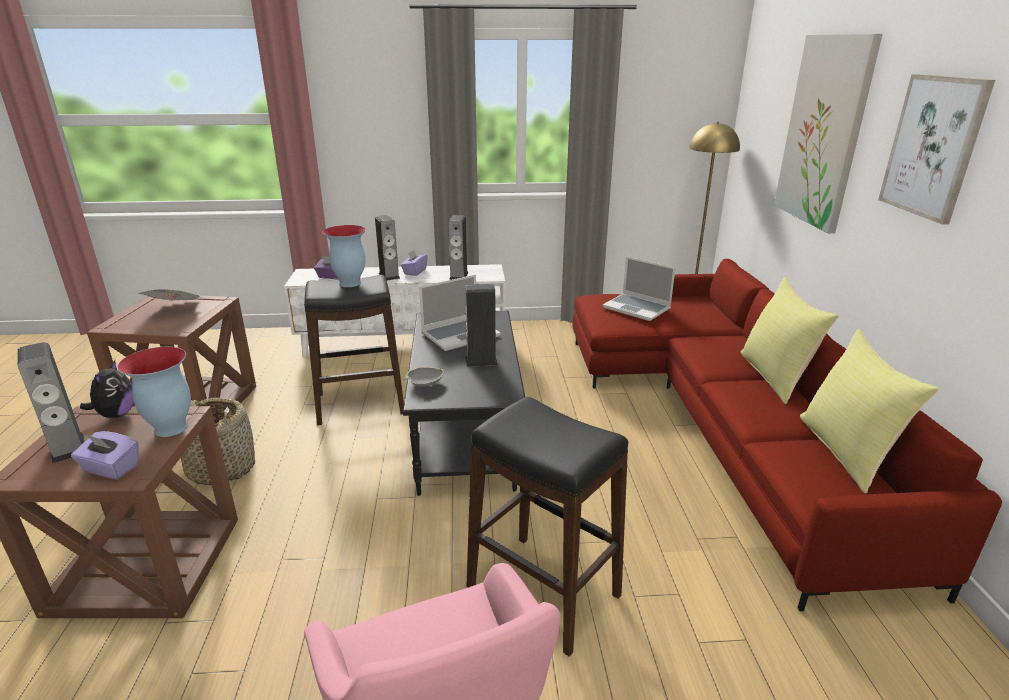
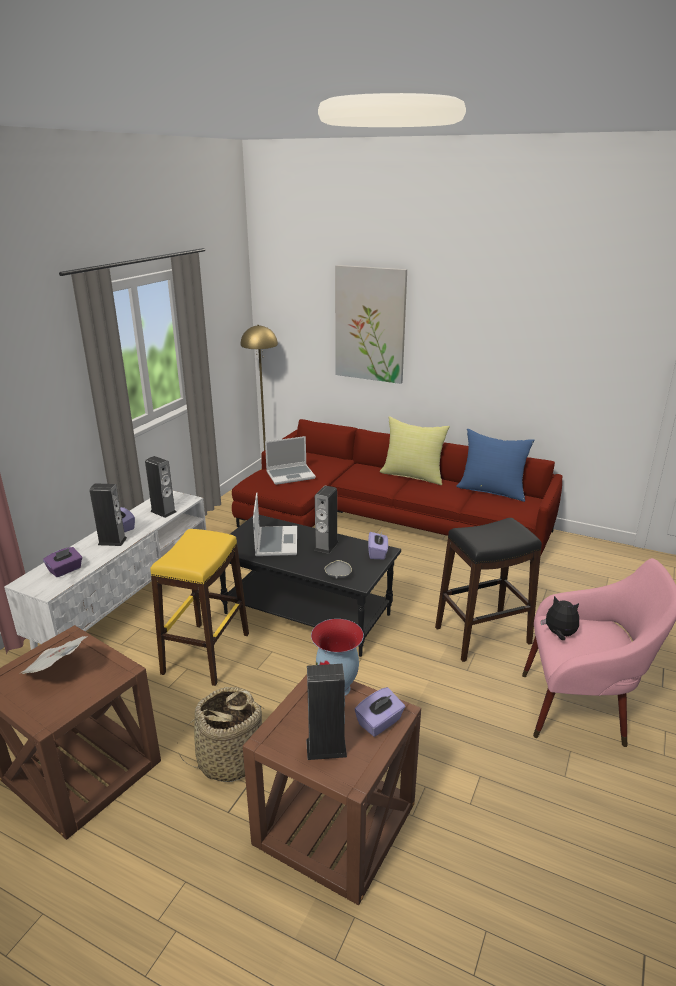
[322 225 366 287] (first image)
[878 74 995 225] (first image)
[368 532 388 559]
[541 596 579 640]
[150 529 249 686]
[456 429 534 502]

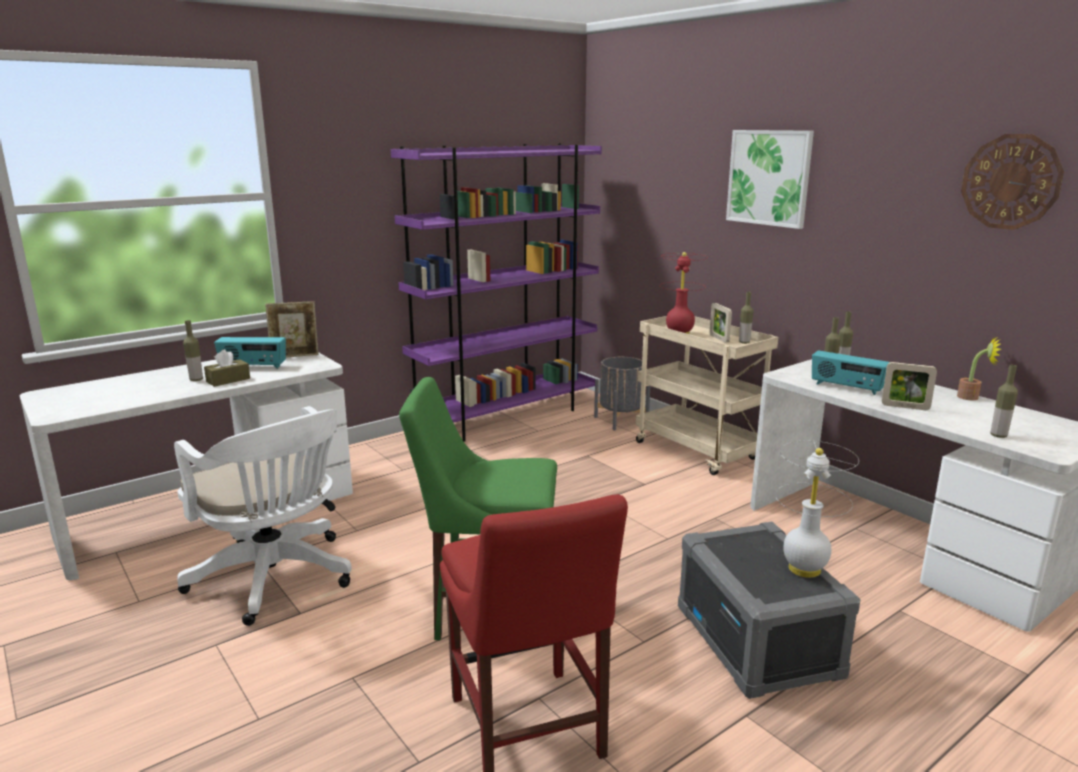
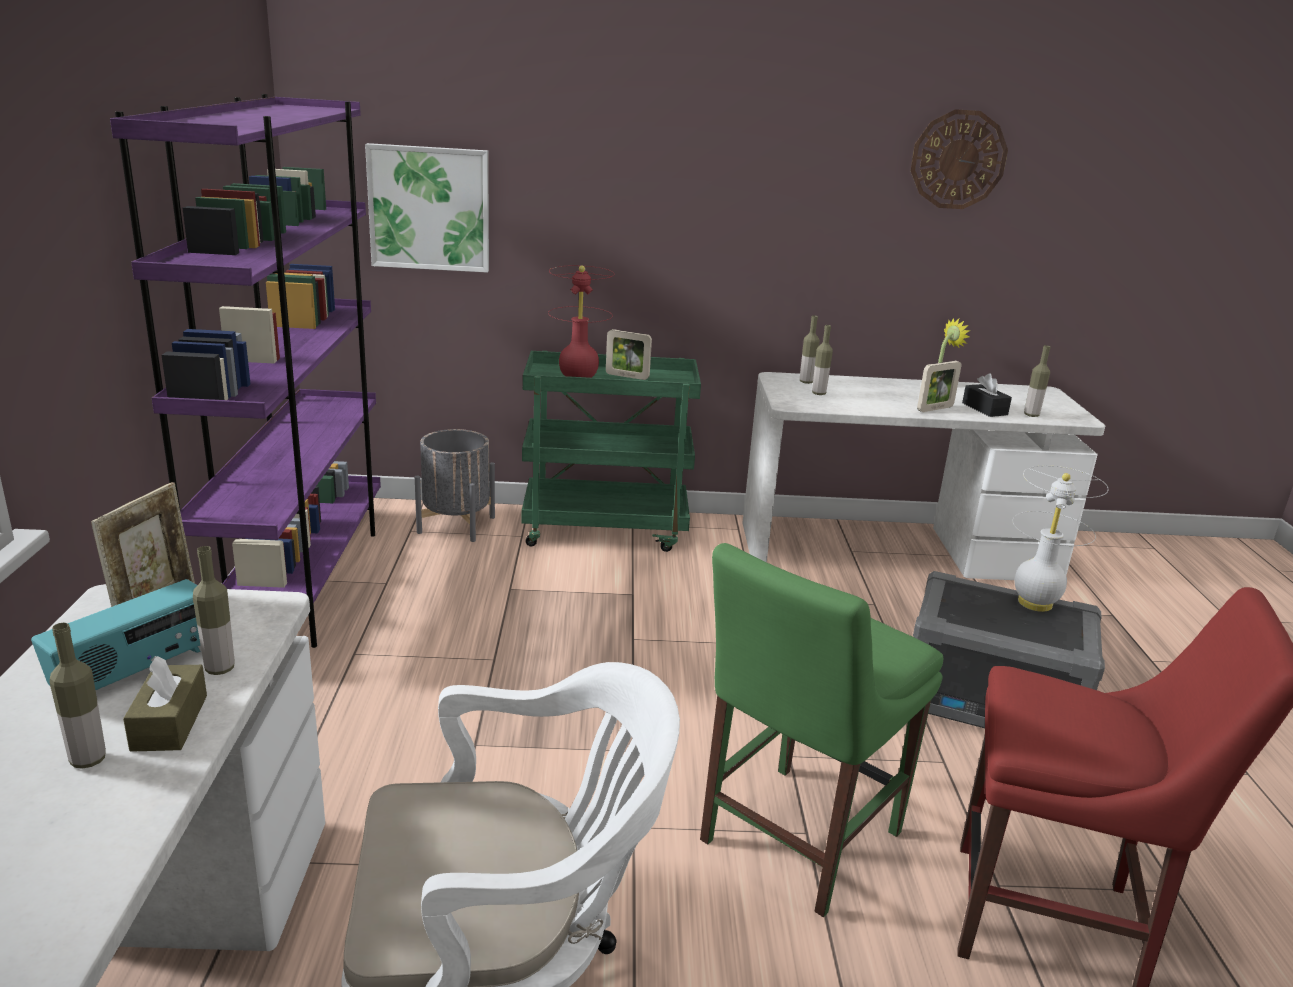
[812 350 889 395] (first image)
[962 373 1012 417]
[365 143 489 273]
[193 546 234 675]
[522 351 701 552]

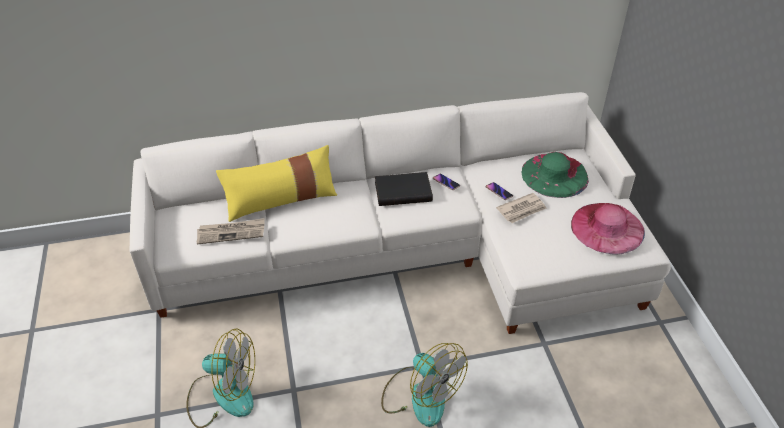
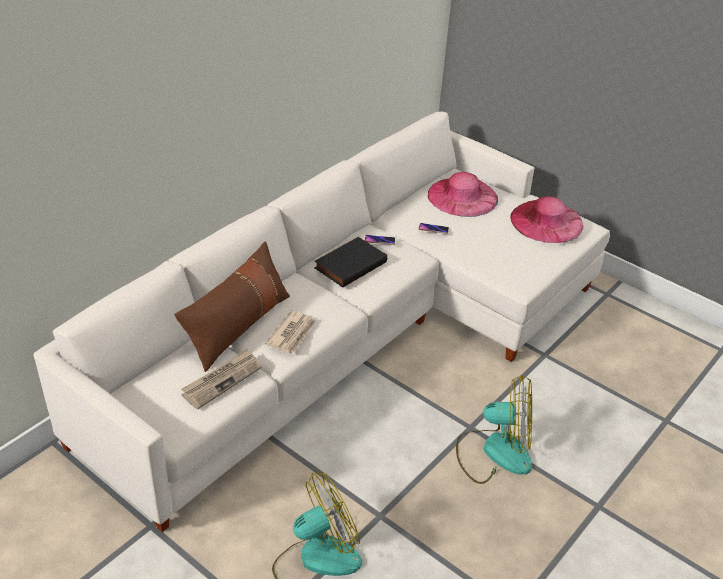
[265 310 316 353]
[174 242 290 372]
[428 172 498 217]

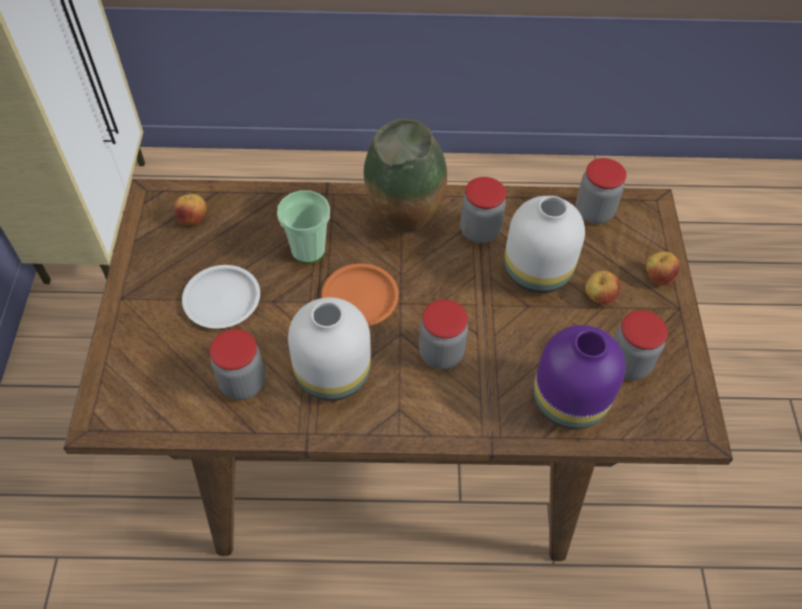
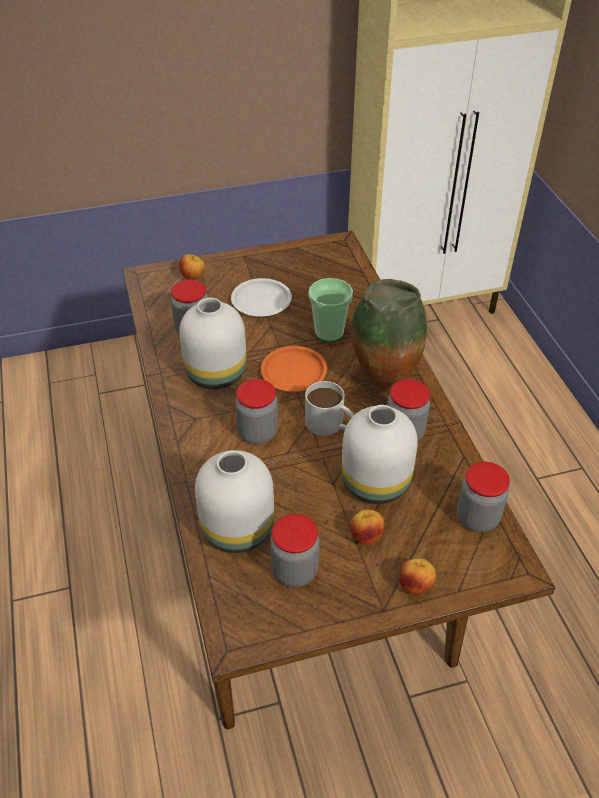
[305 381 354 435]
[179 254 205 280]
[195 450 274 553]

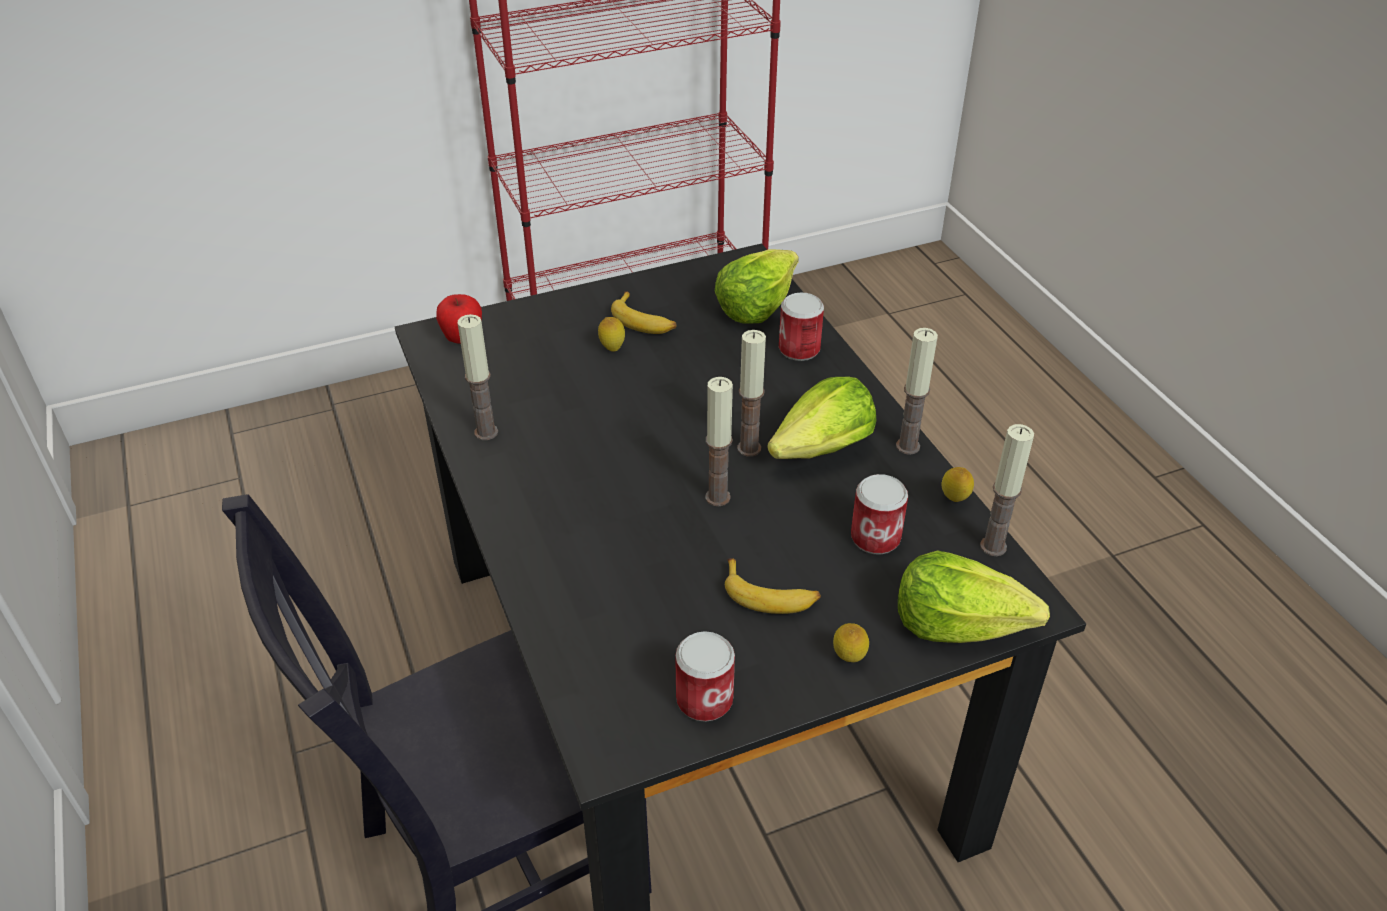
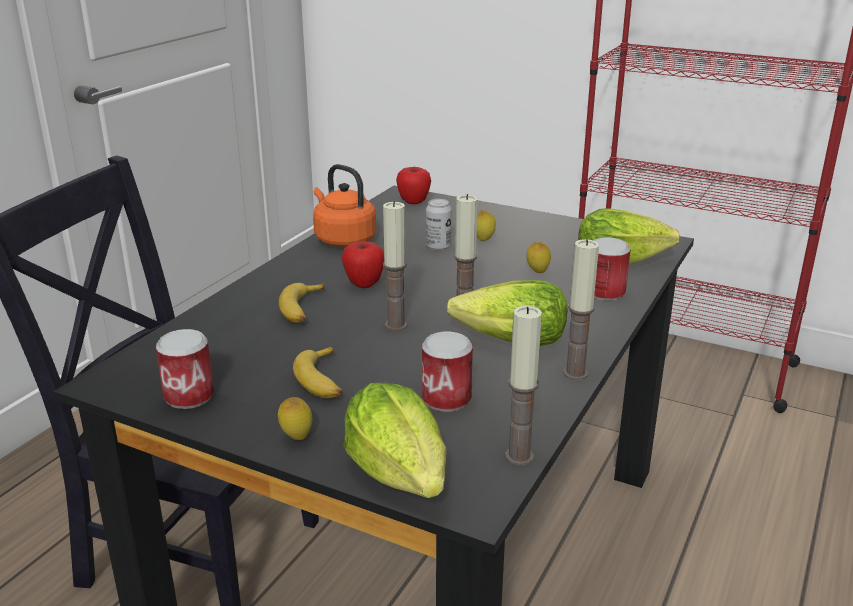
[341 241 384 288]
[426 199 452 250]
[279 283 324 323]
[526 242 551 273]
[313 164 376 247]

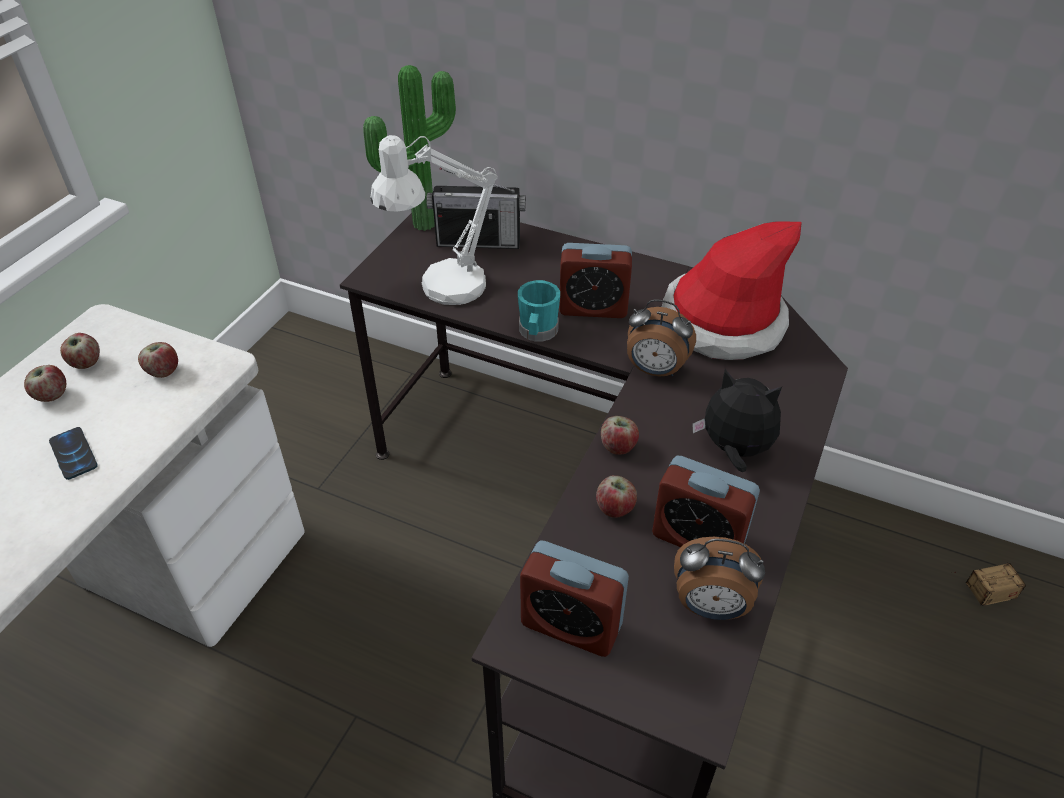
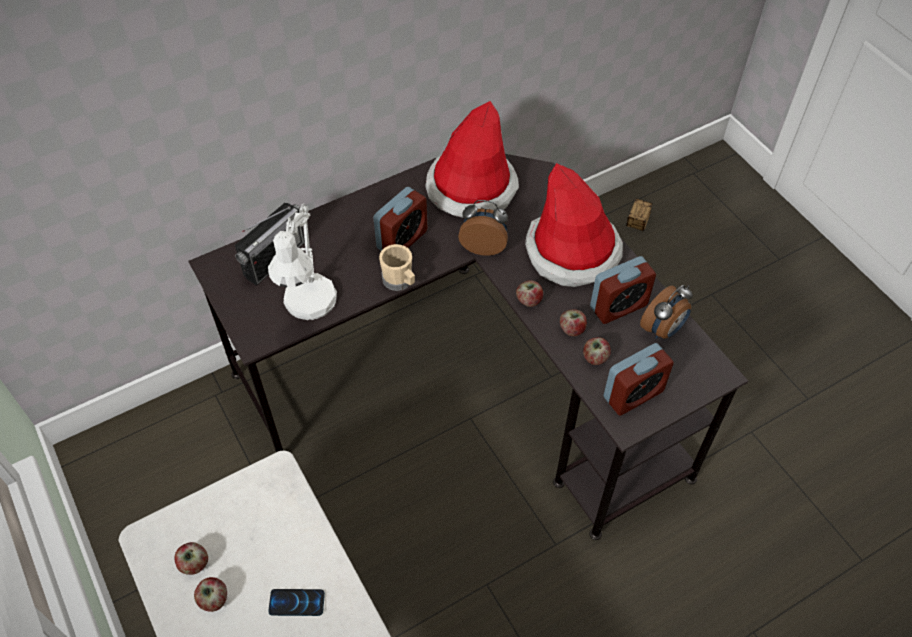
[363 65 456 231] (first image)
[583 337 611 365]
[525 163 623 287]
[379 244 415 291]
[458 200 508 256]

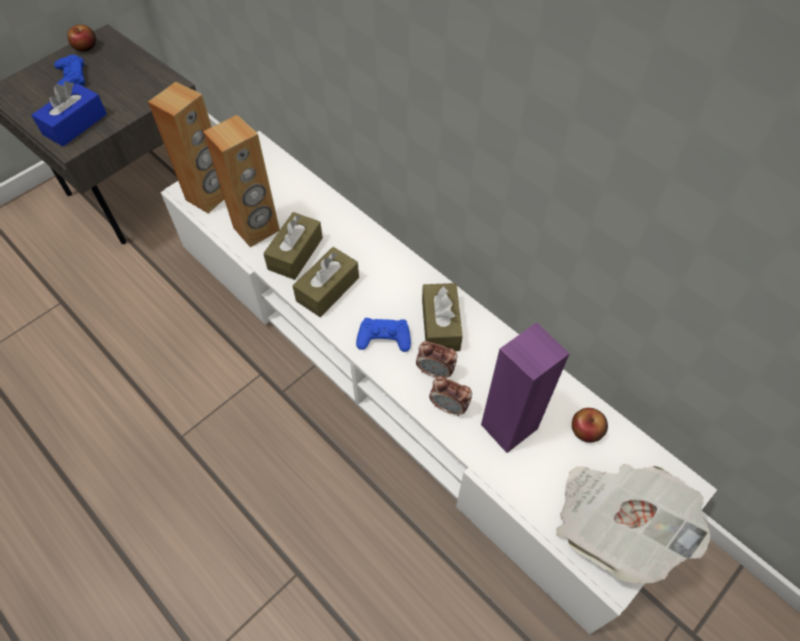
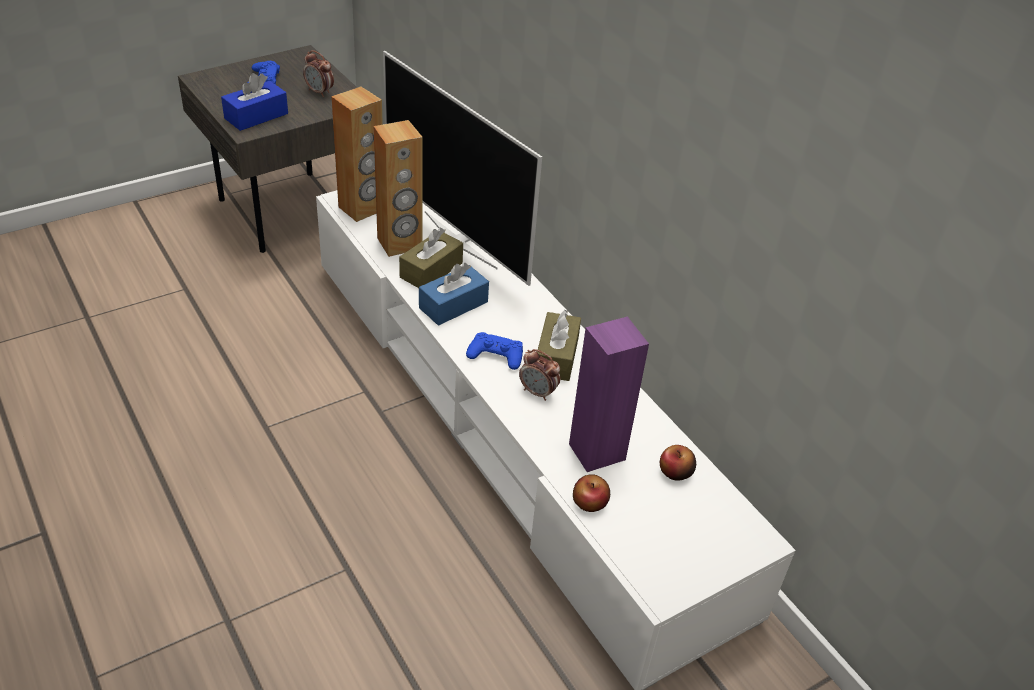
[556 464 710 584] (first image)
[383 51 542 286]
[573 474 610 512]
[303 50 334 97]
[419 263 489 326]

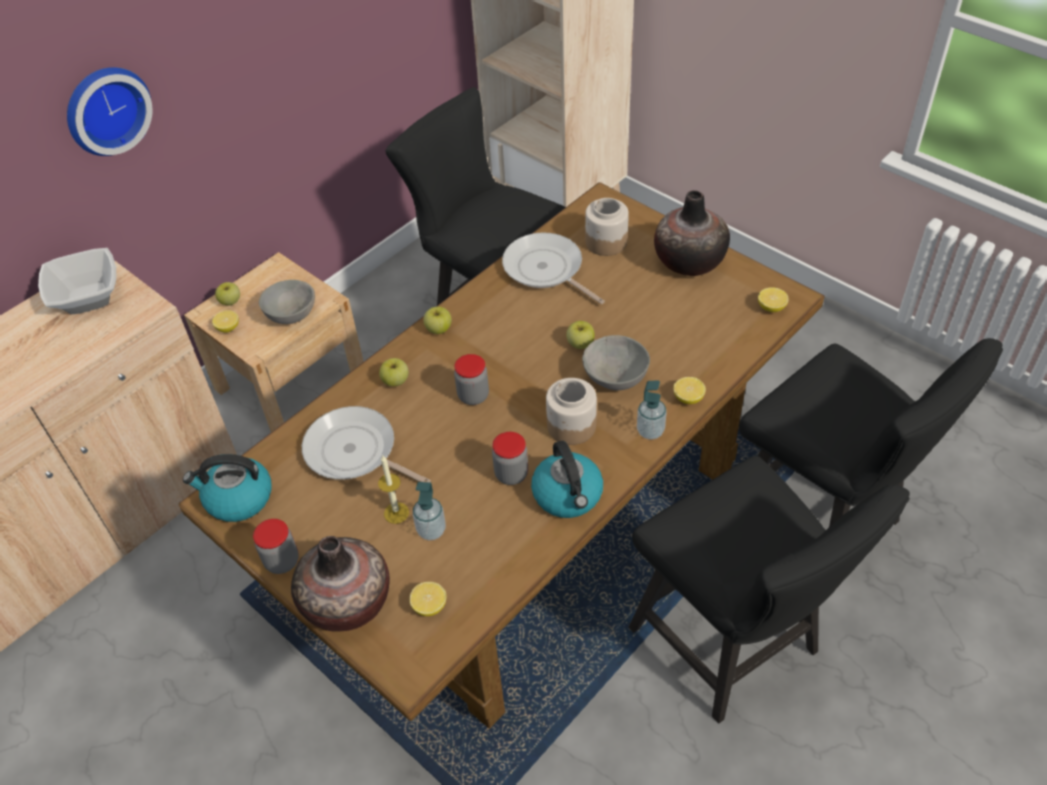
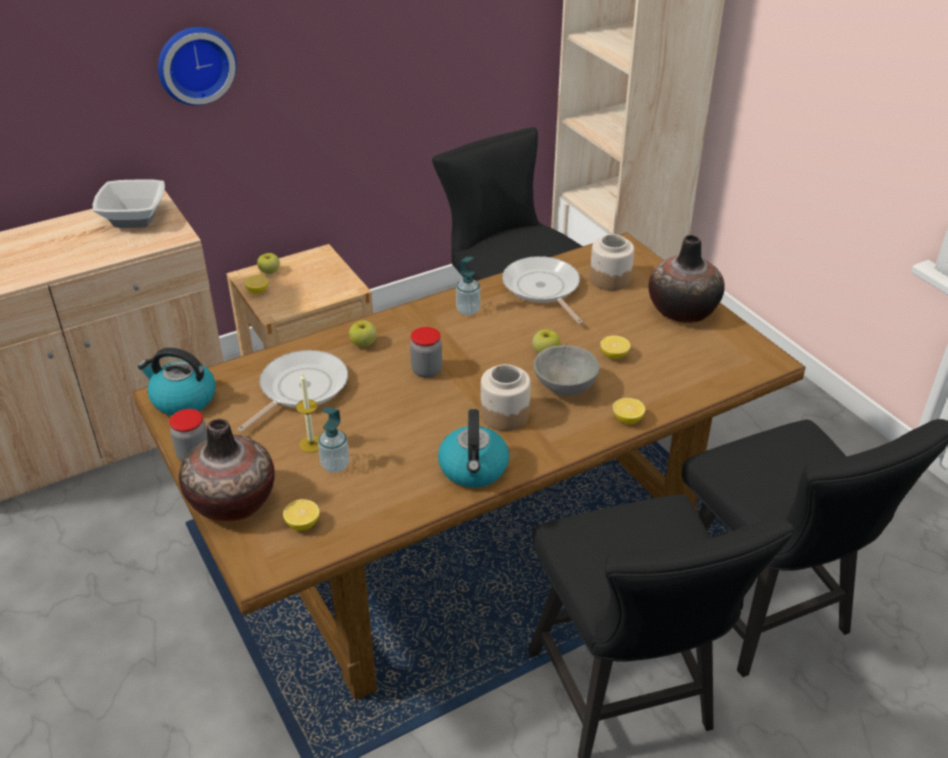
[259 280 315 324] (first image)
[423 306 452 334] (first image)
[492 432 528 485] (first image)
[456 257 480 315]
[600 336 630 359]
[237 350 348 433]

